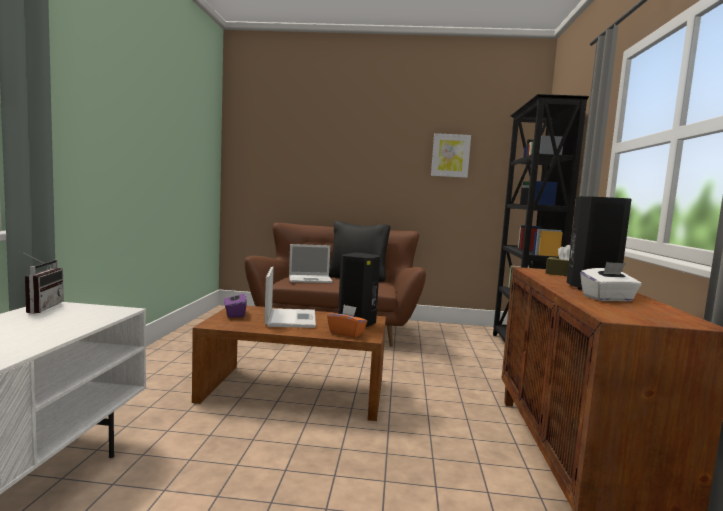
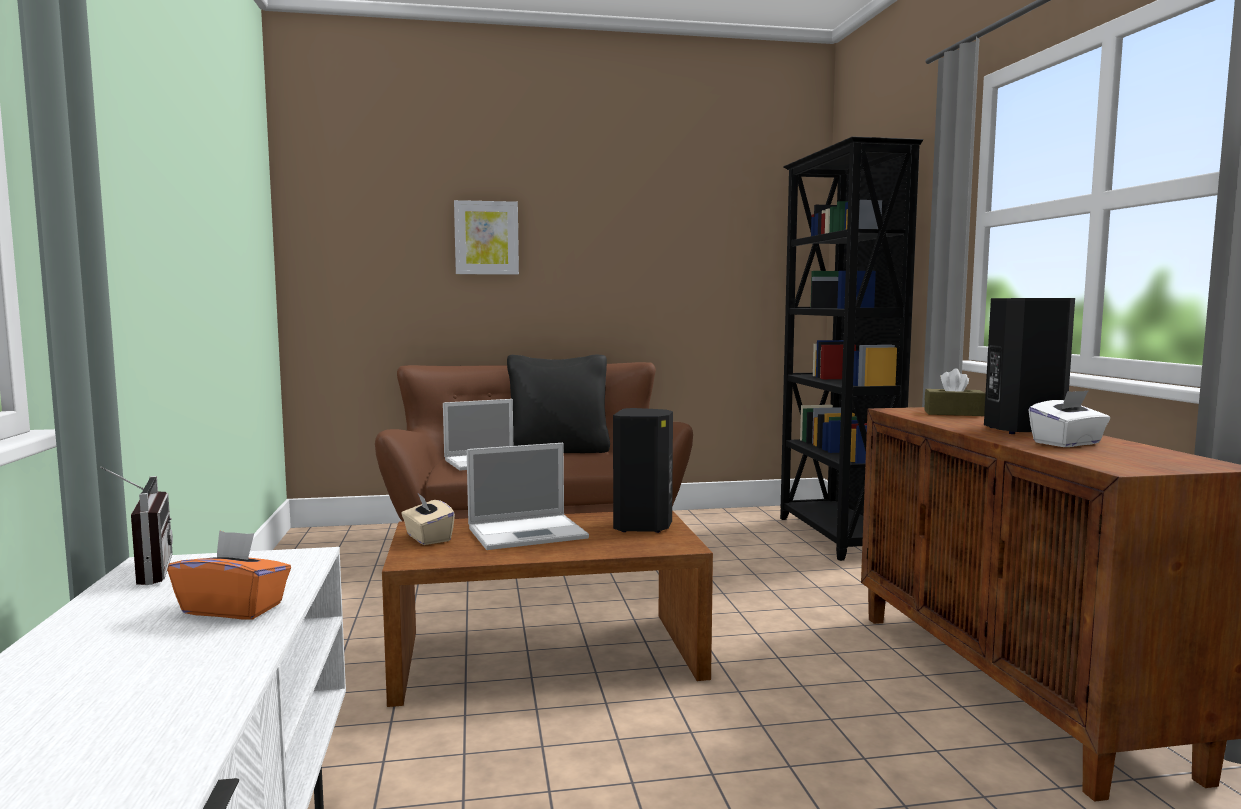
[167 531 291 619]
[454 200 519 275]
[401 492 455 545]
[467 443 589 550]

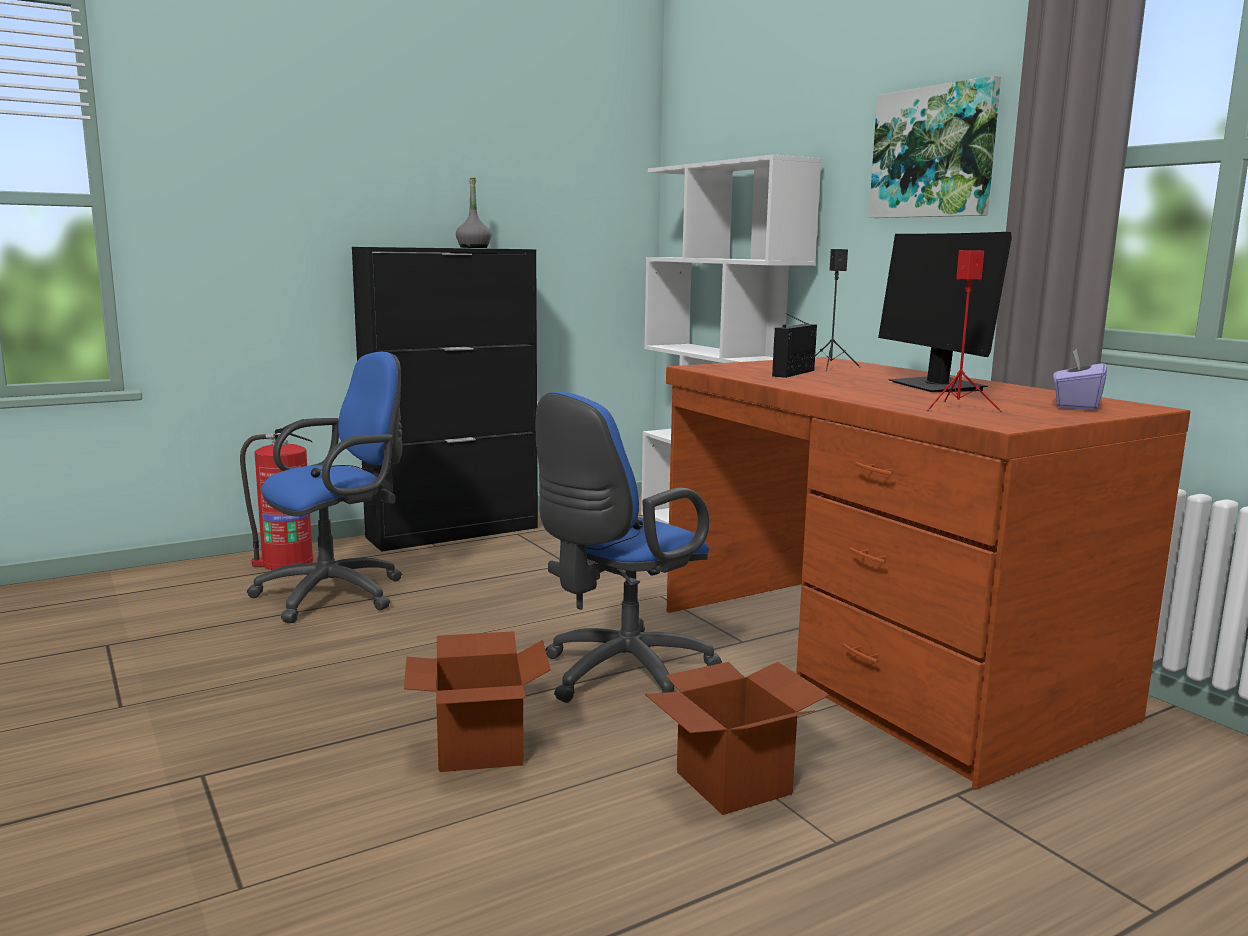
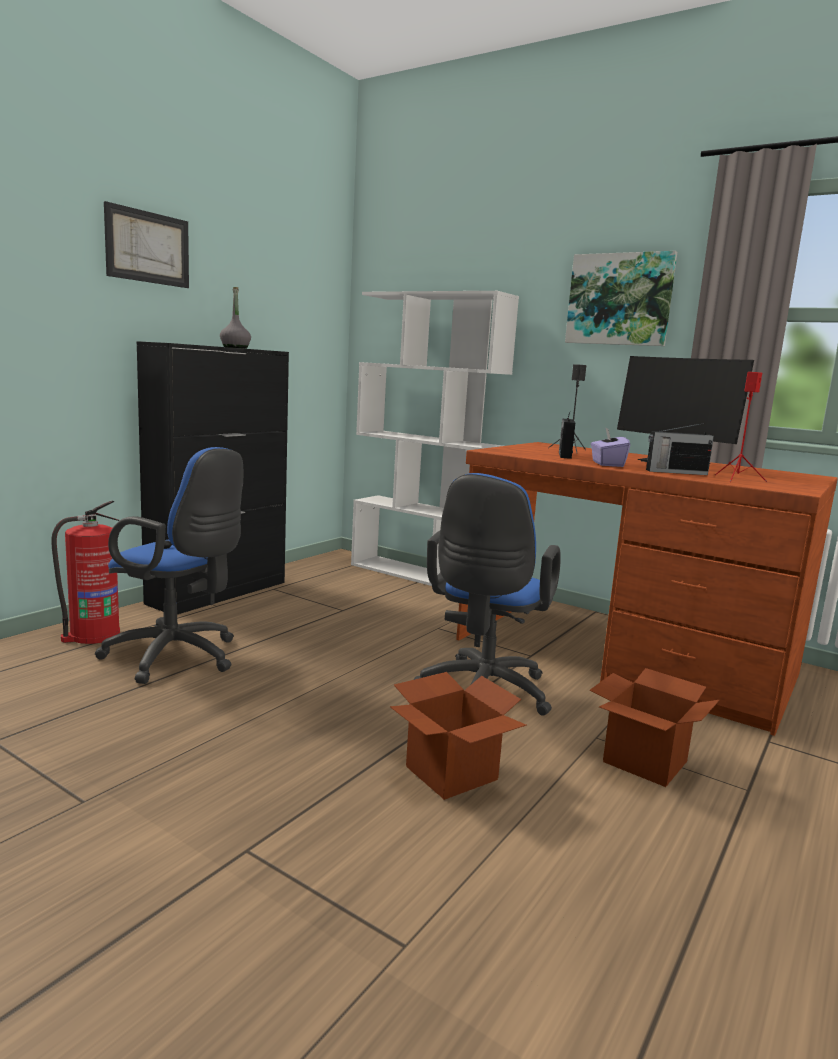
[104 201 189 288]
[646 423 714 475]
[591 427 630 467]
[95 447 243 684]

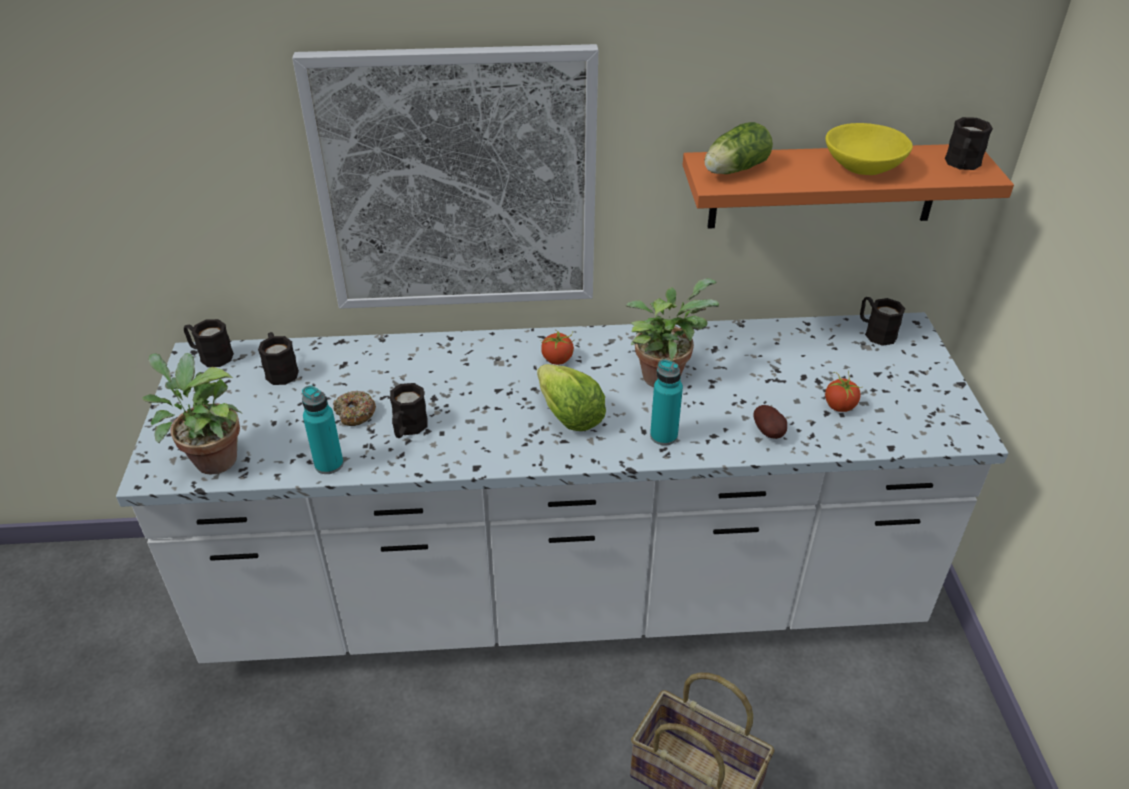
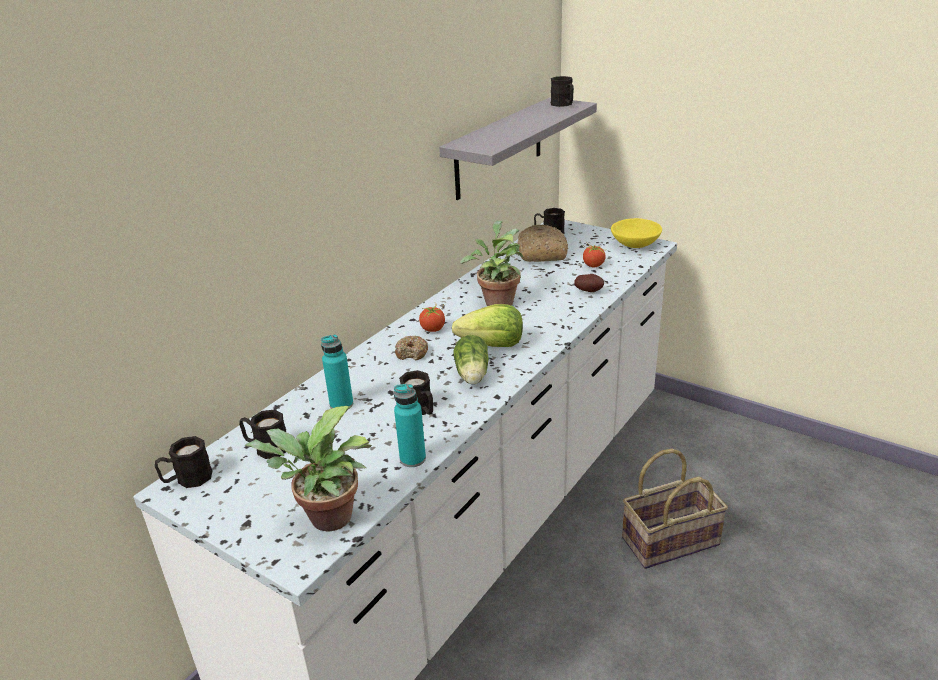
[292 44 598 309] (first image)
[518 225 568 262]
[395 335 428 360]
[321 334 353 409]
[453 335 489 384]
[611 218 662 248]
[439 98 597 200]

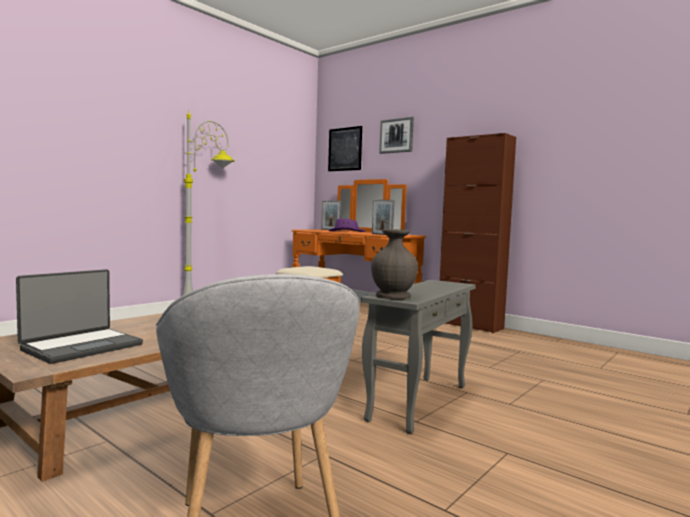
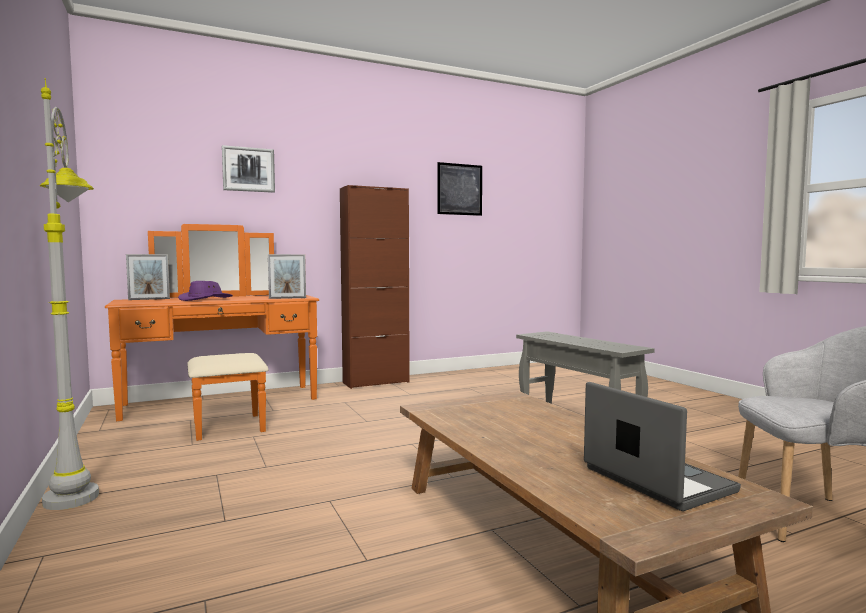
[371 229 418 300] (first image)
[438 162 482 216]

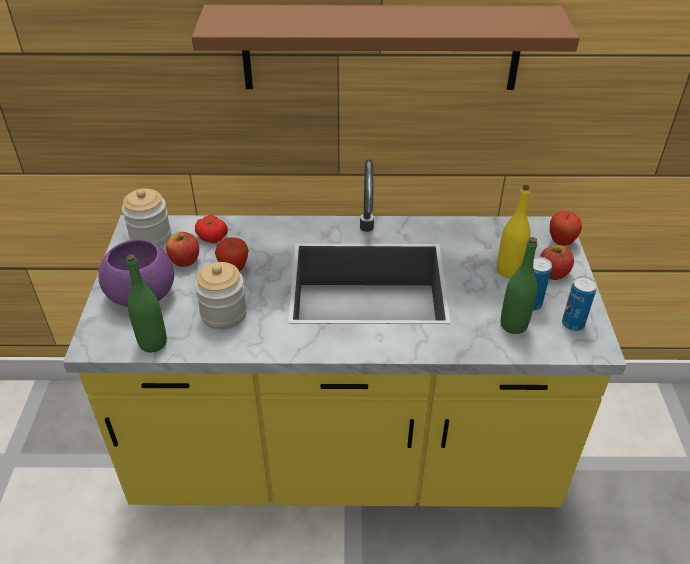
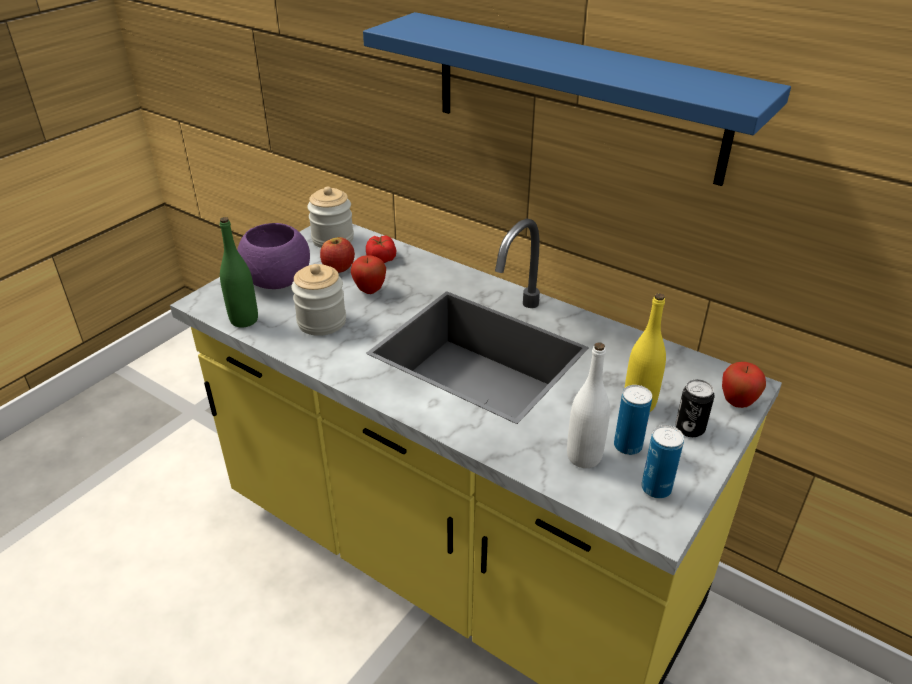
[675 379 715 437]
[363 12 791 186]
[567 342 610 468]

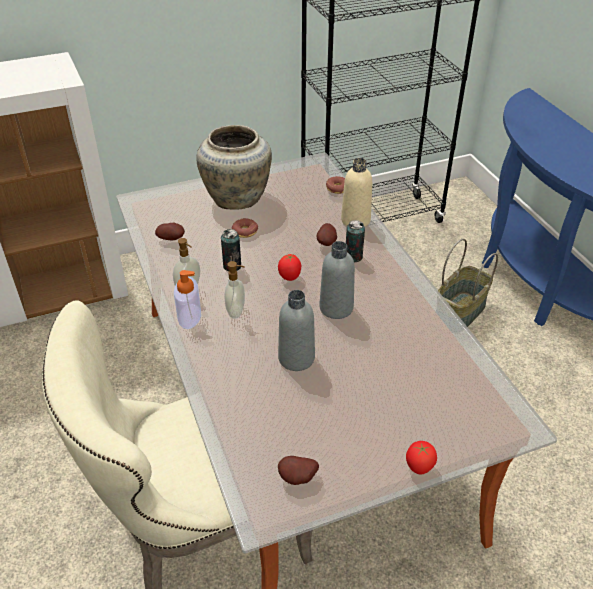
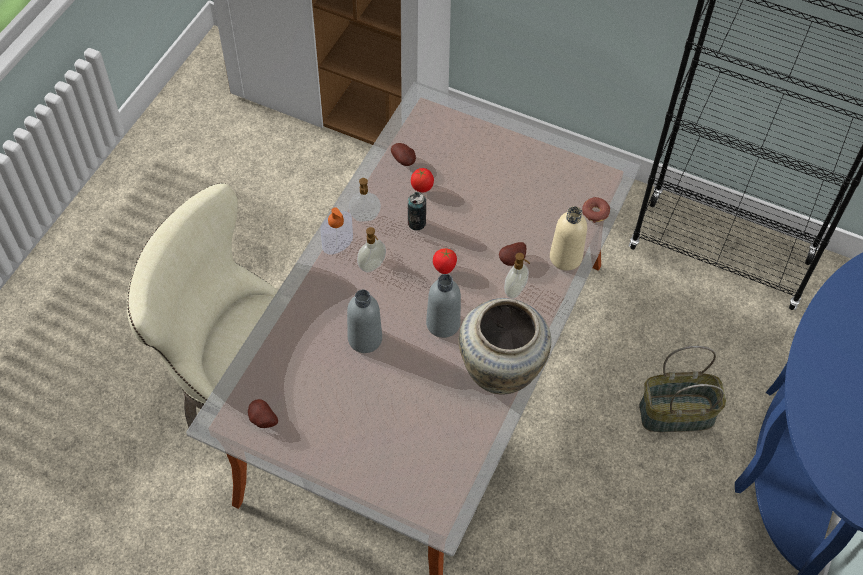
[232 218 258 238] (first image)
[459 298 551 395]
[411 168 434 192]
[504 253 530 299]

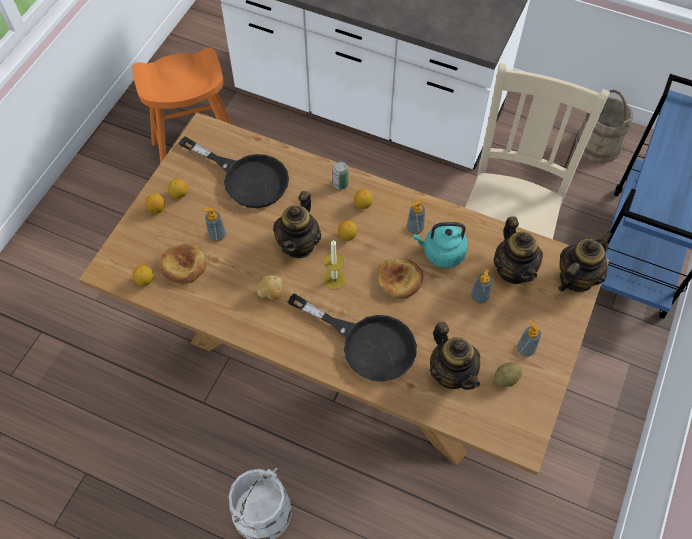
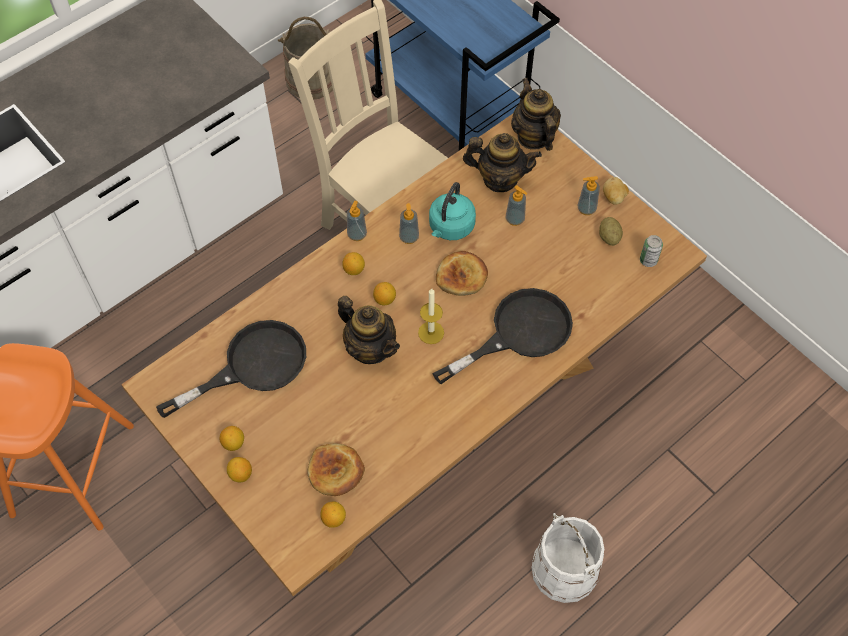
[430 321 480 390] (first image)
[347 201 367 241]
[603 177 629 205]
[640 235 663 267]

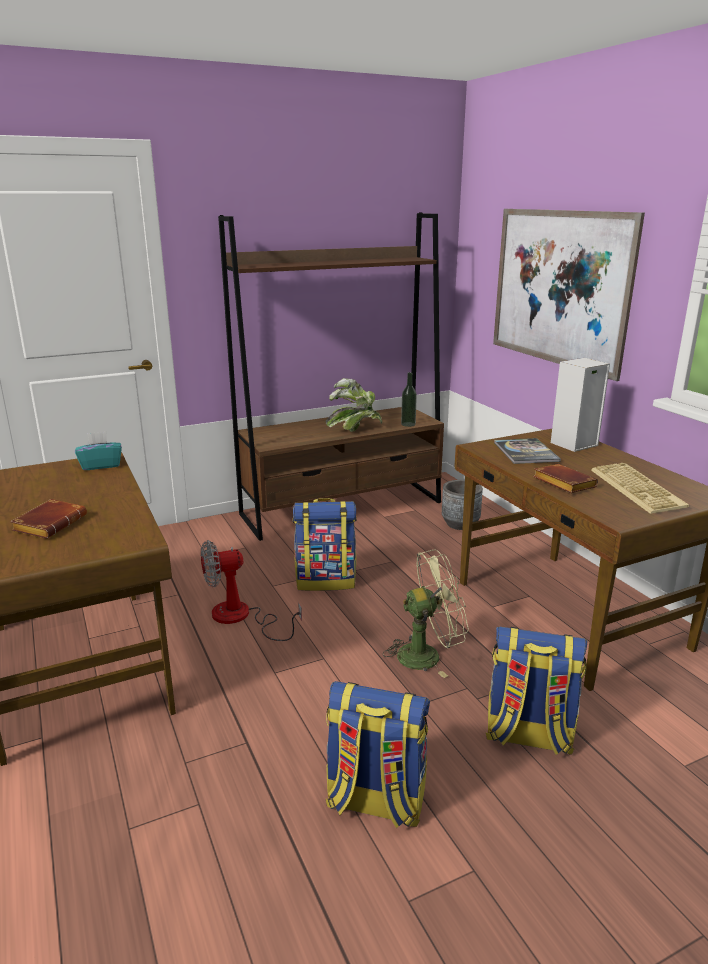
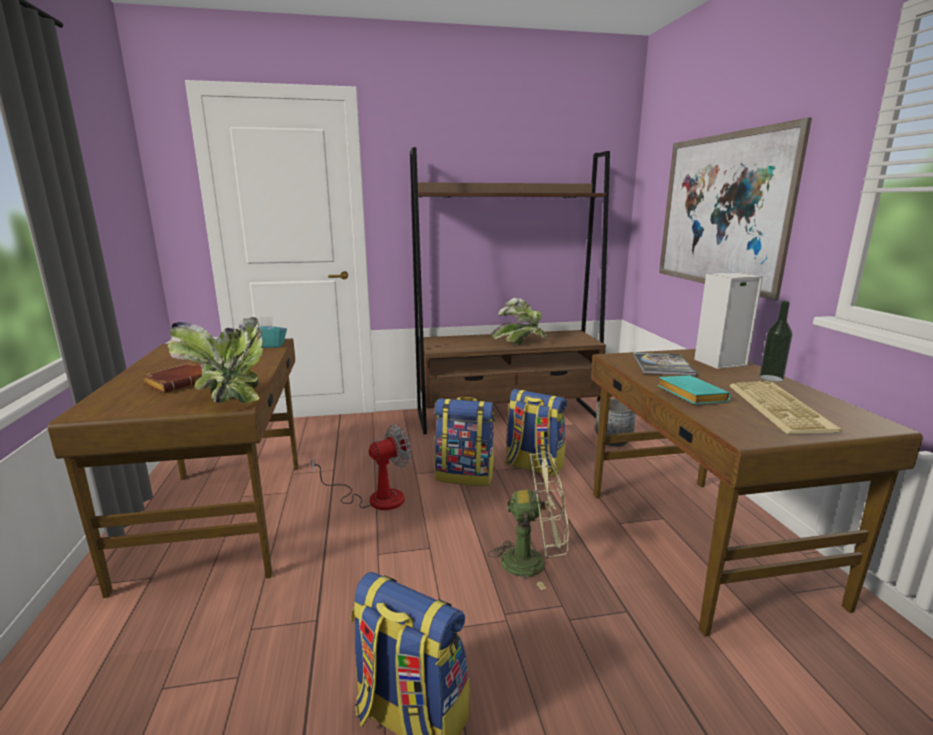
[168 317 265 403]
[759 301 792 382]
[505 389 567 477]
[658 375 731 404]
[311 425 411 510]

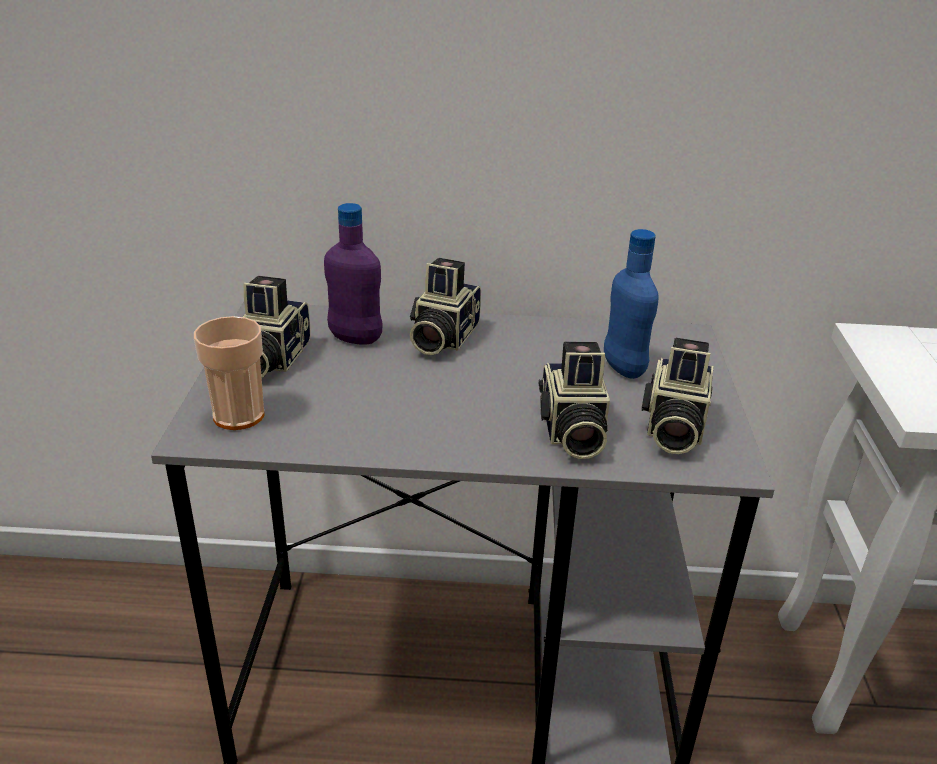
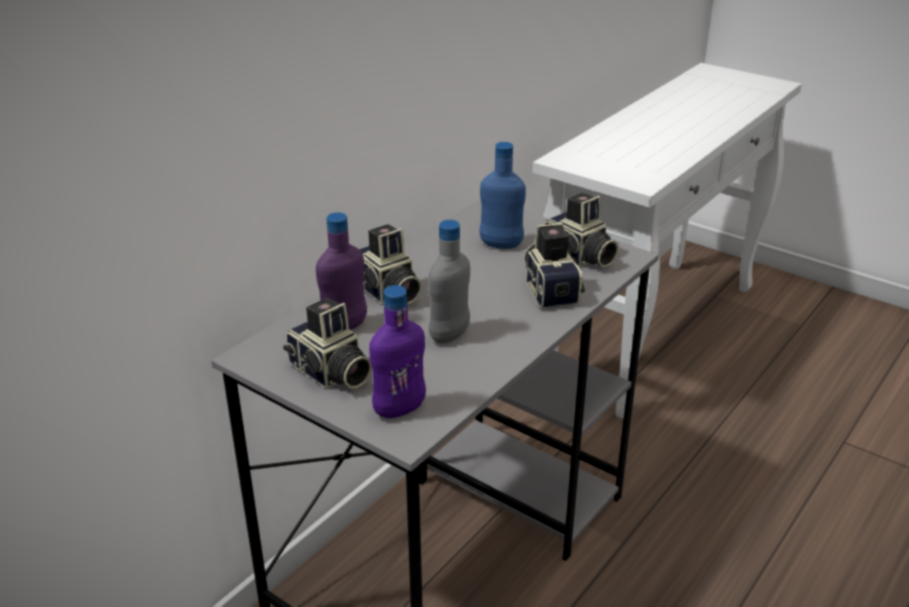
[428 220 470 344]
[369 285 426 418]
[524 223 585 308]

